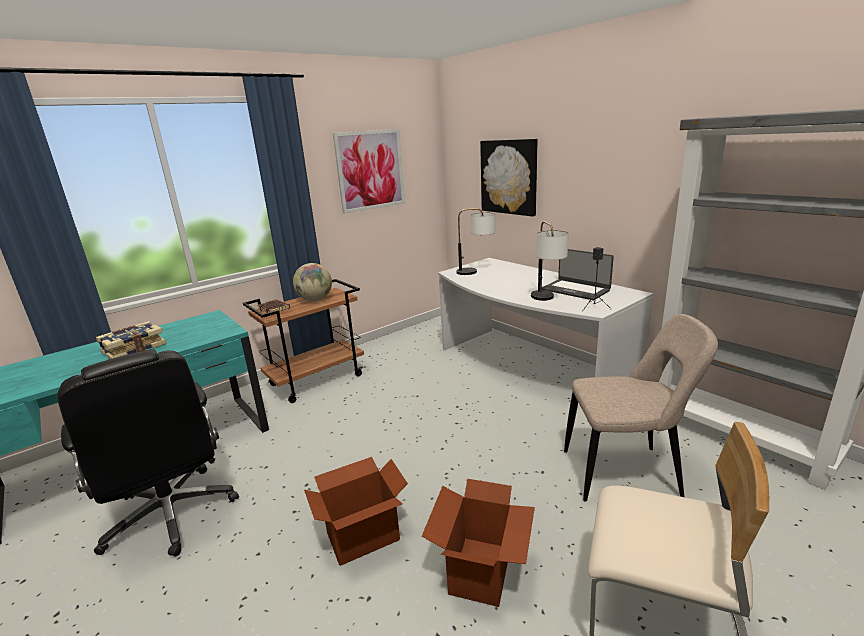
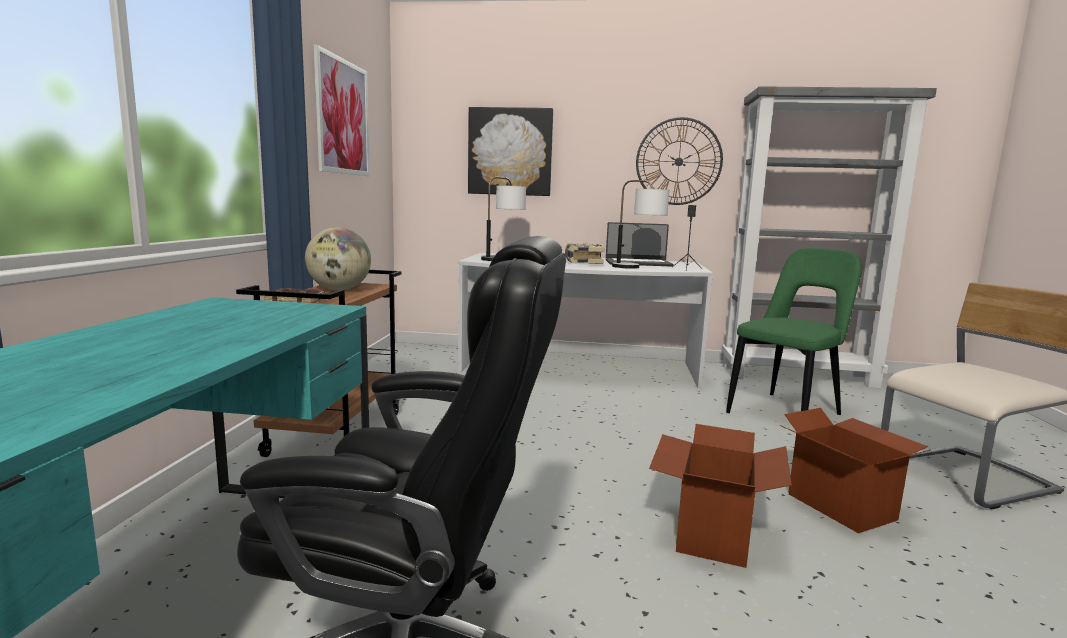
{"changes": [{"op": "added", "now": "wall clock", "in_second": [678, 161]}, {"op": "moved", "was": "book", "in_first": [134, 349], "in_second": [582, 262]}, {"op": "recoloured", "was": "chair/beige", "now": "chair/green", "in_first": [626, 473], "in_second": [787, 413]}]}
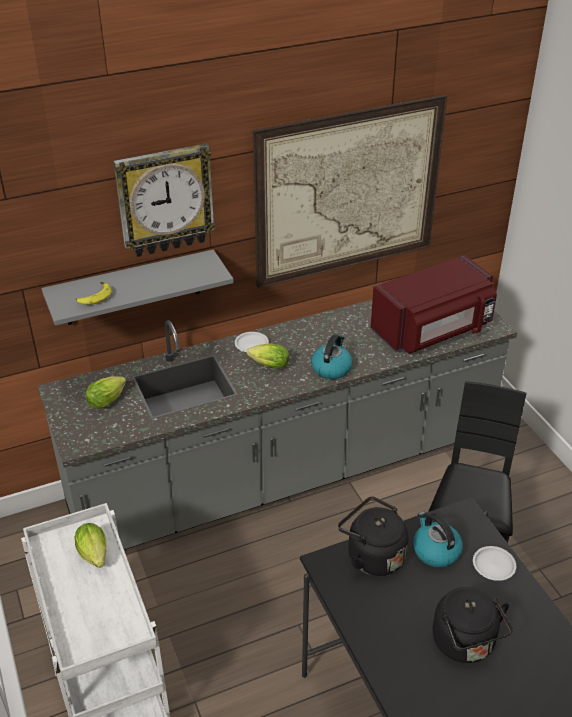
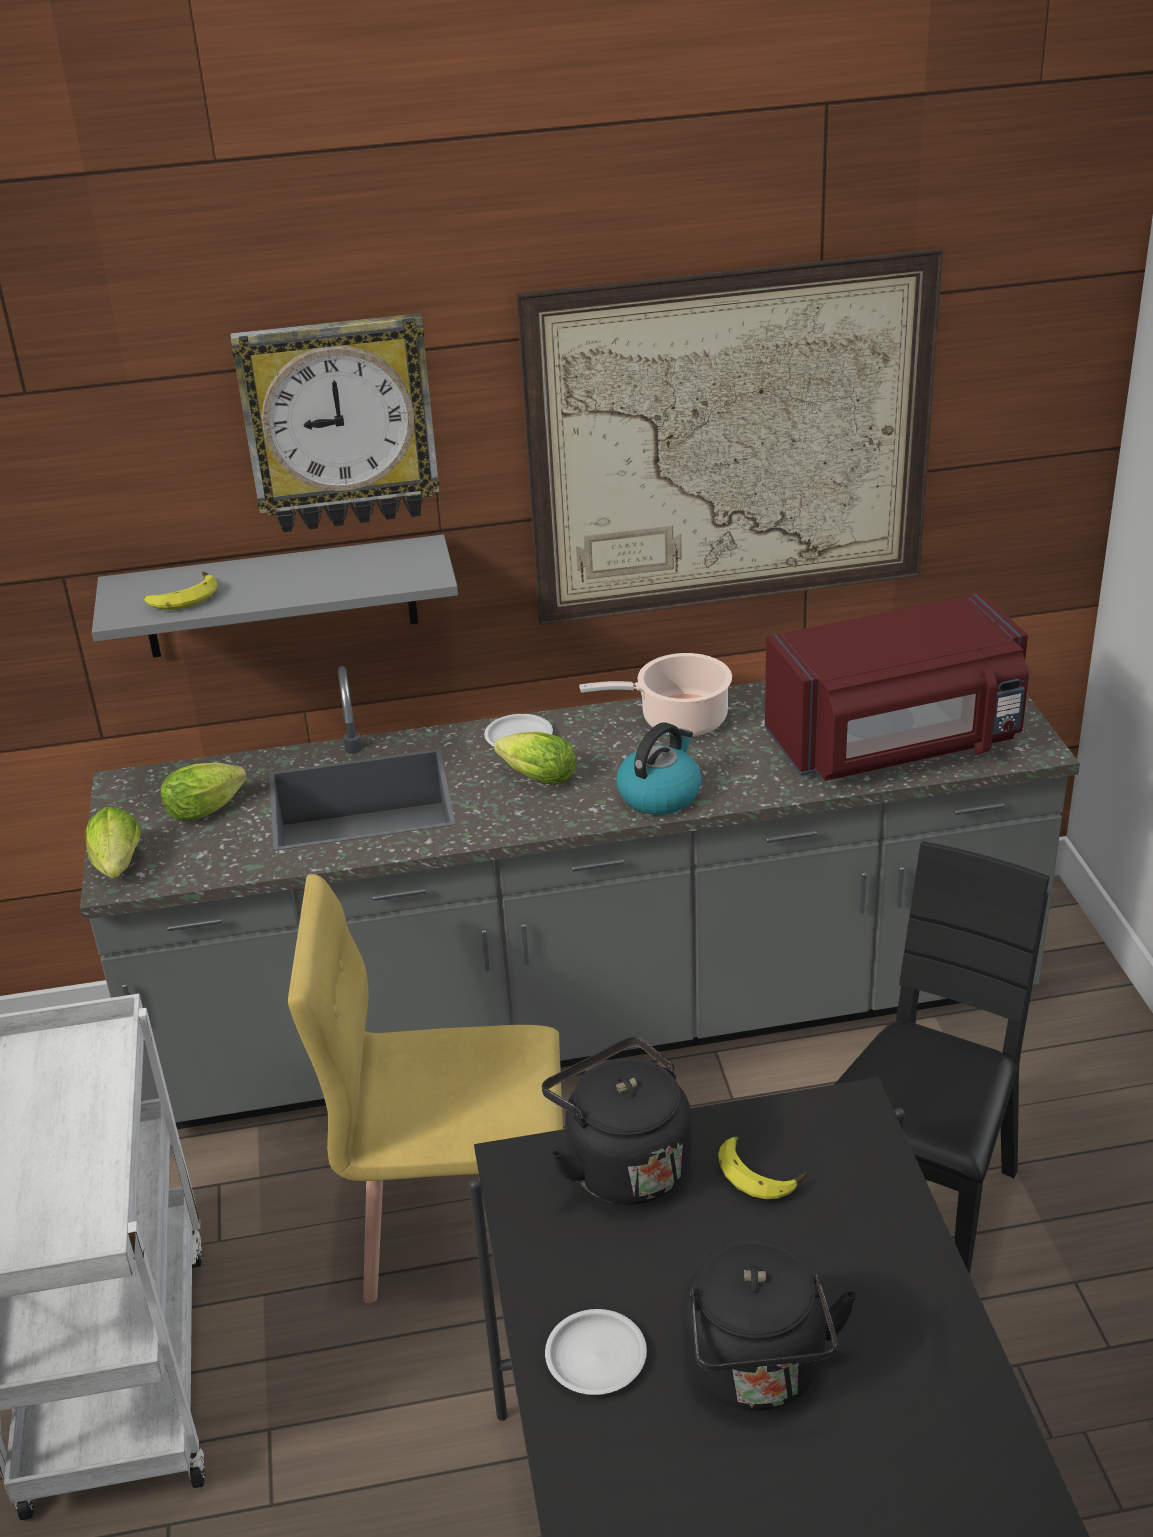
{"changes": [{"op": "added", "now": "chair/yellow", "in_second": [458, 1223]}, {"op": "added", "now": "cooking pot", "in_second": [678, 720]}, {"op": "moved", "was": "lettuce", "in_first": [95, 556], "in_second": [118, 868]}, {"op": "moved", "was": "plate/white", "in_first": [494, 565], "in_second": [597, 1357]}, {"op": "replaced", "was": "kettle", "now": "banana", "in_first": [435, 551], "in_second": [760, 1173]}]}
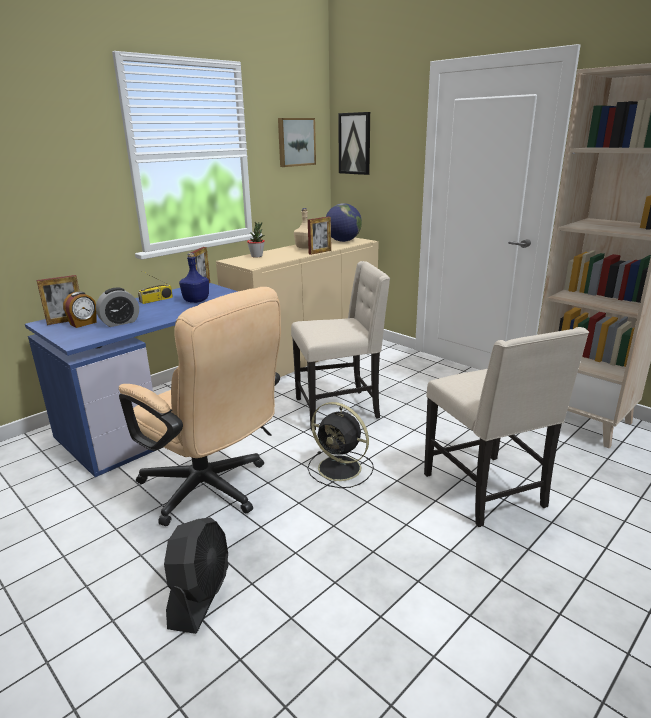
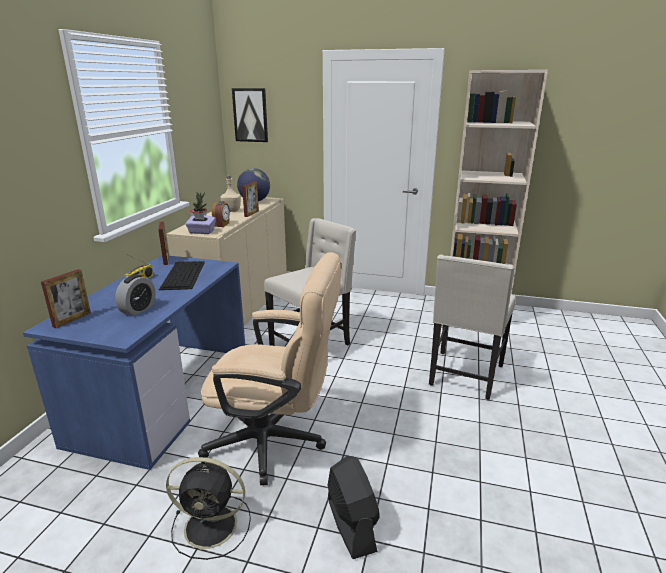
{"changes": [{"op": "removed", "was": "picture", "in_first": [295, 142]}, {"op": "added", "now": "tissue box/purple", "in_second": [201, 232]}, {"op": "moved", "was": "alarm clock", "in_first": [83, 323], "in_second": [222, 224]}, {"op": "moved", "was": "fan/black", "in_first": [341, 469], "in_second": [213, 526]}, {"op": "replaced", "was": "bottle/blue", "now": "keyboard", "in_first": [196, 300], "in_second": [183, 274]}, {"op": "turned", "was": "chair/beige", "in_first": [487, 491], "in_second": [464, 376], "clockwise": 75}]}
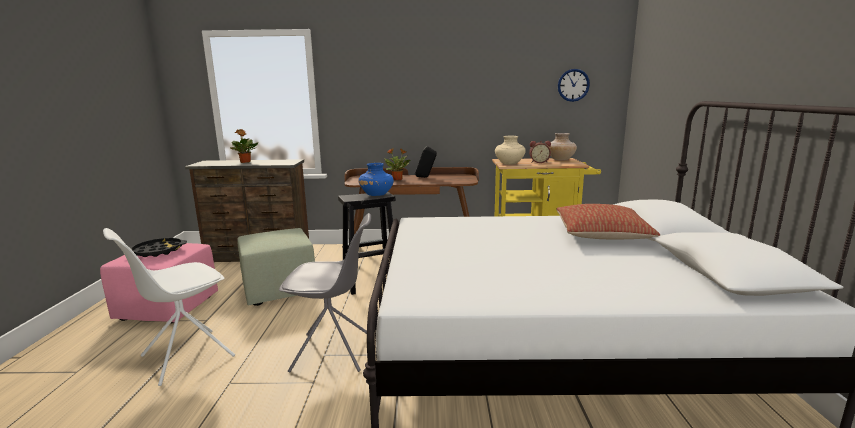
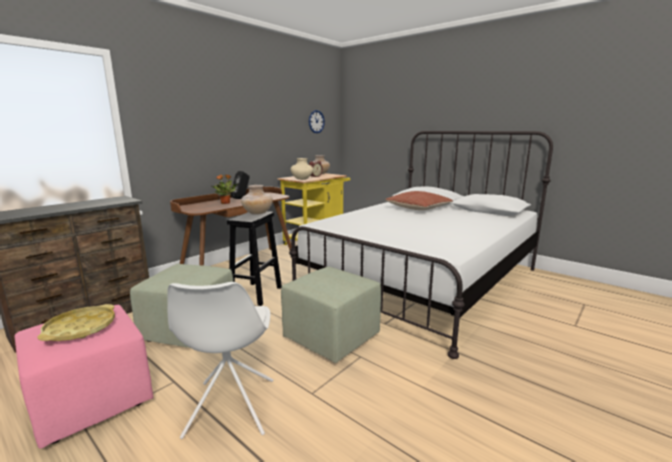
{"changes": [{"op": "removed", "was": "potted plant", "in_first": [245, 162]}, {"op": "replaced", "was": "chair/grey", "now": "ottoman/green", "in_first": [333, 352], "in_second": [332, 338]}, {"op": "recoloured", "was": "tray/black", "now": "tray/yellow", "in_first": [158, 251], "in_second": [80, 328]}, {"op": "recoloured", "was": "vase/blue", "now": "vase/beige", "in_first": [376, 195], "in_second": [257, 213]}]}
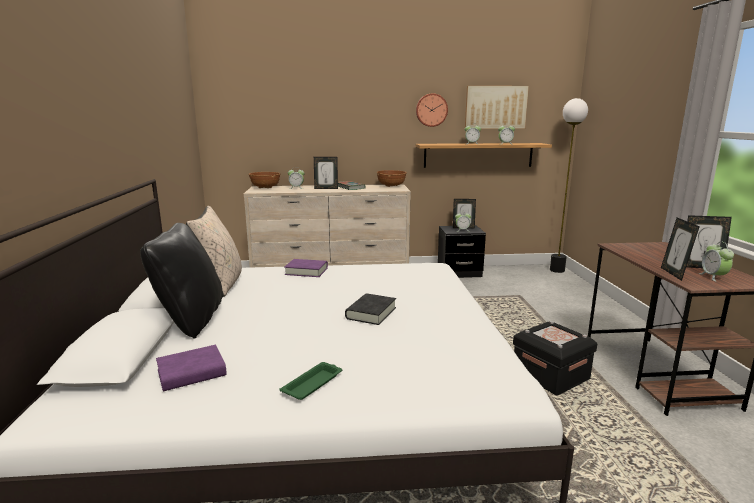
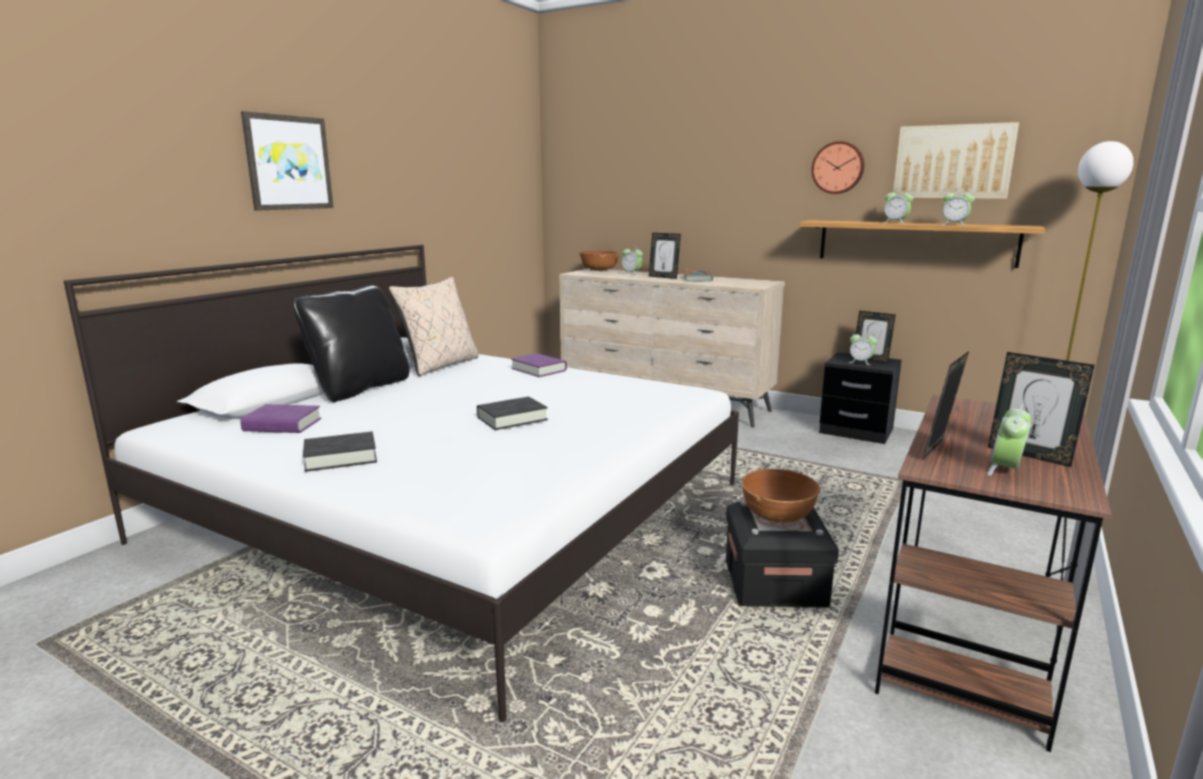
{"changes": [{"op": "added", "now": "picture", "in_second": [288, 163]}, {"op": "moved", "was": "bowl/brown", "in_first": [391, 186], "in_second": [778, 516]}, {"op": "replaced", "was": "tray/green", "now": "book/black", "in_first": [313, 384], "in_second": [341, 457]}]}
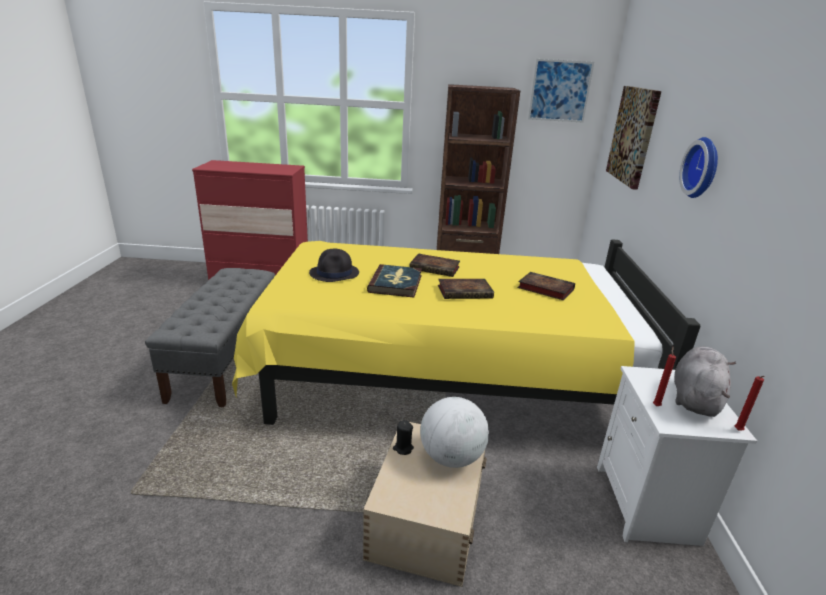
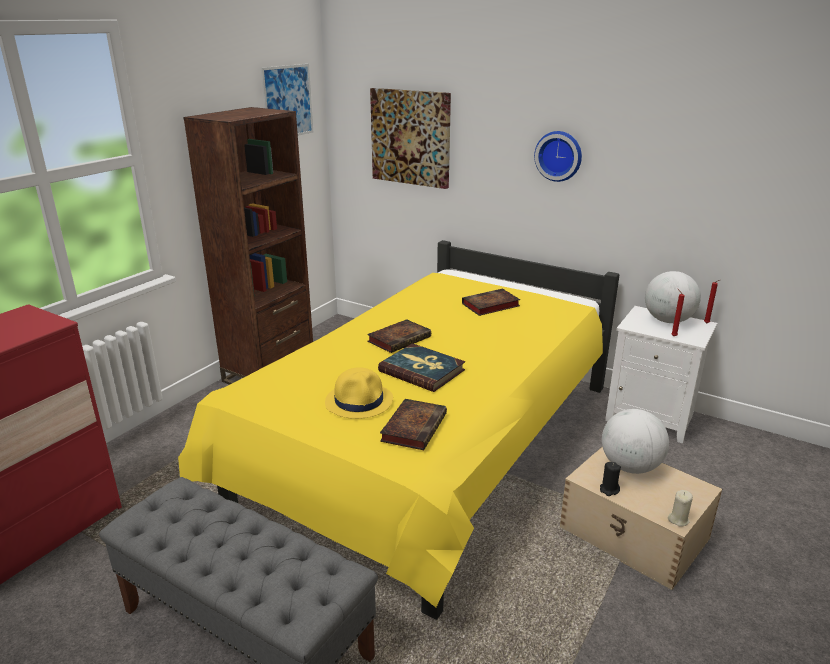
{"changes": [{"op": "added", "now": "candle/beige", "in_second": [678, 519]}, {"op": "moved", "was": "book", "in_first": [466, 292], "in_second": [414, 427]}, {"op": "replaced", "was": "plush toy/grey", "now": "globe", "in_first": [695, 398], "in_second": [667, 320]}, {"op": "recoloured", "was": "hat/black", "now": "hat/yellow", "in_first": [334, 273], "in_second": [359, 401]}]}
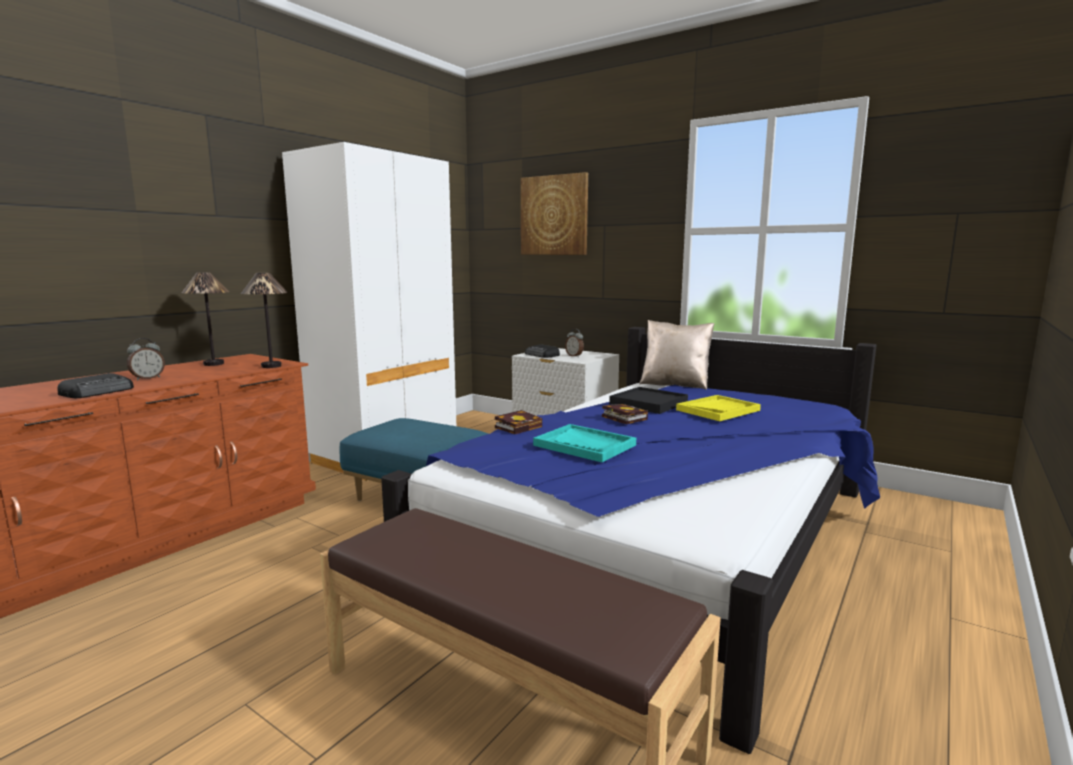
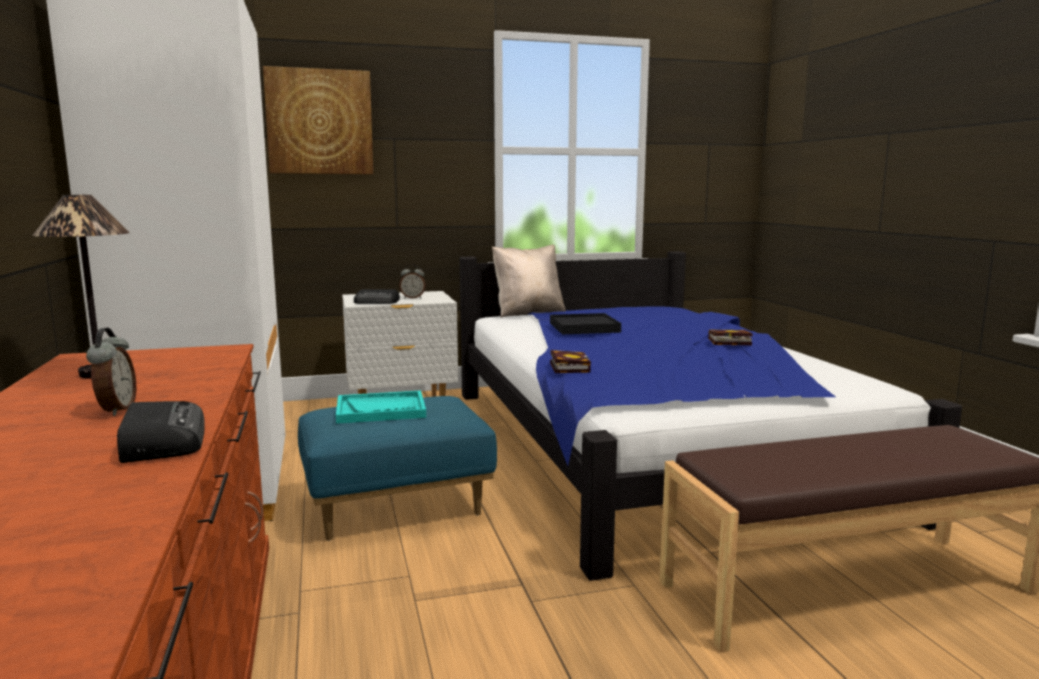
{"changes": [{"op": "removed", "was": "table lamp", "in_first": [272, 366]}, {"op": "removed", "was": "tray/yellow", "in_first": [718, 410]}, {"op": "moved", "was": "tray/turquoise", "in_first": [585, 445], "in_second": [381, 410]}, {"op": "moved", "was": "book", "in_first": [622, 417], "in_second": [727, 342]}]}
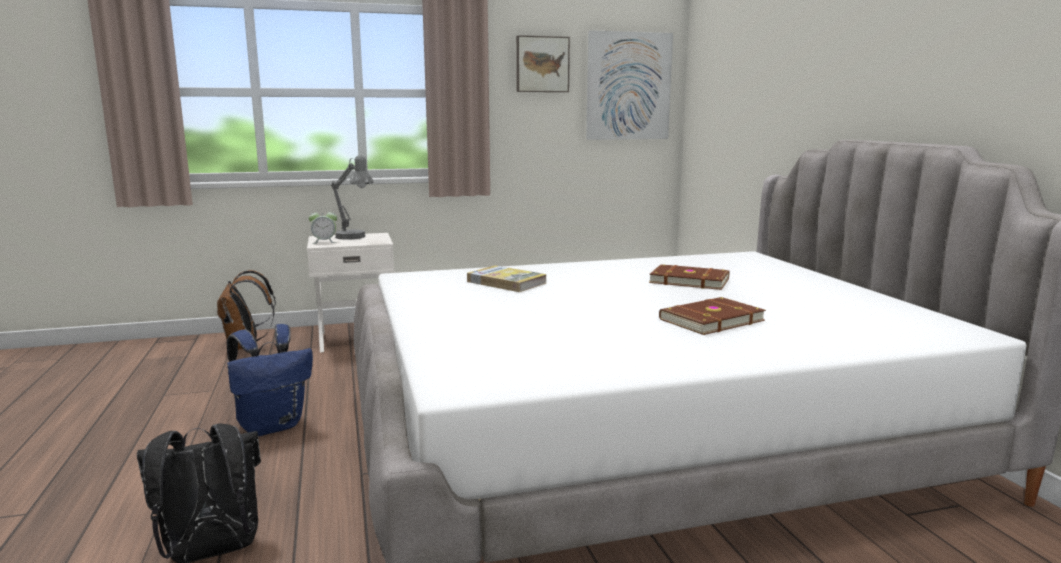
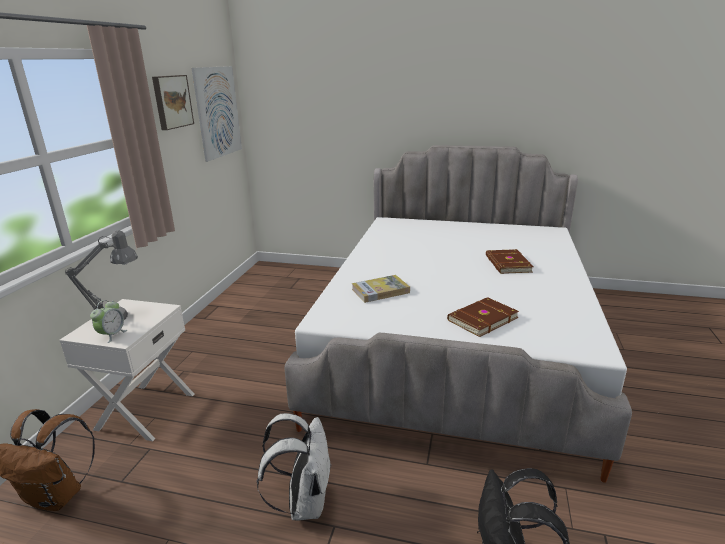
{"changes": [{"op": "moved", "was": "book/brown", "in_first": [689, 280], "in_second": [481, 319]}, {"op": "recoloured", "was": "backpack/blue", "now": "backpack/white", "in_first": [272, 426], "in_second": [304, 502]}]}
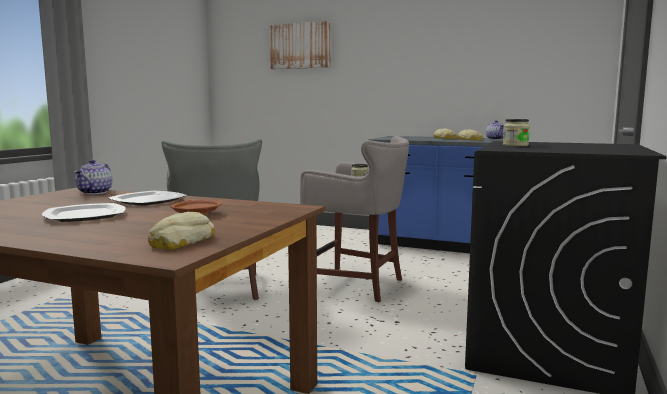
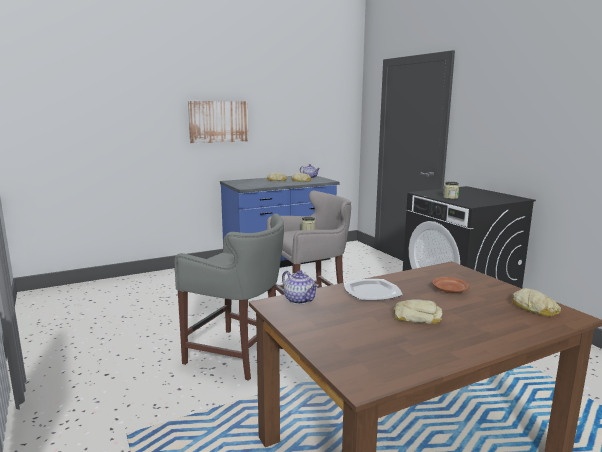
{"changes": [{"op": "moved", "was": "picture", "in_first": [300, 46], "in_second": [218, 121]}, {"op": "replaced", "was": "plate", "now": "bread", "in_first": [86, 215], "in_second": [416, 317]}]}
